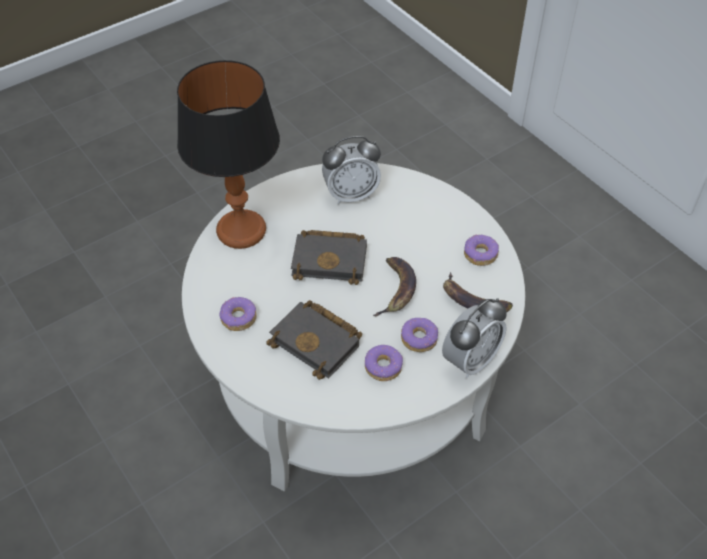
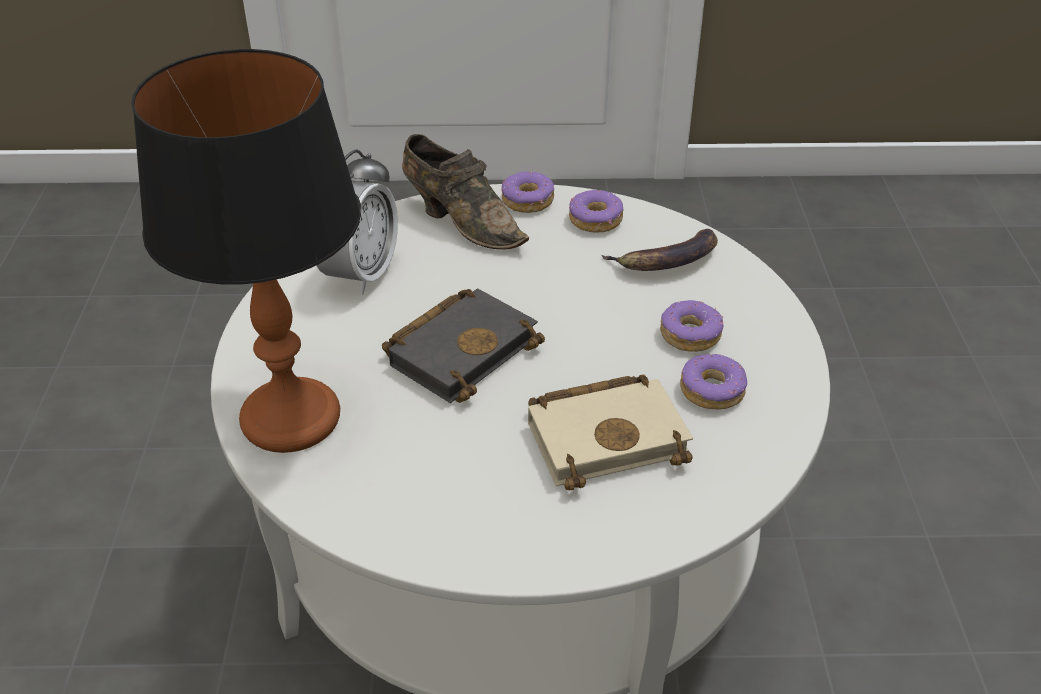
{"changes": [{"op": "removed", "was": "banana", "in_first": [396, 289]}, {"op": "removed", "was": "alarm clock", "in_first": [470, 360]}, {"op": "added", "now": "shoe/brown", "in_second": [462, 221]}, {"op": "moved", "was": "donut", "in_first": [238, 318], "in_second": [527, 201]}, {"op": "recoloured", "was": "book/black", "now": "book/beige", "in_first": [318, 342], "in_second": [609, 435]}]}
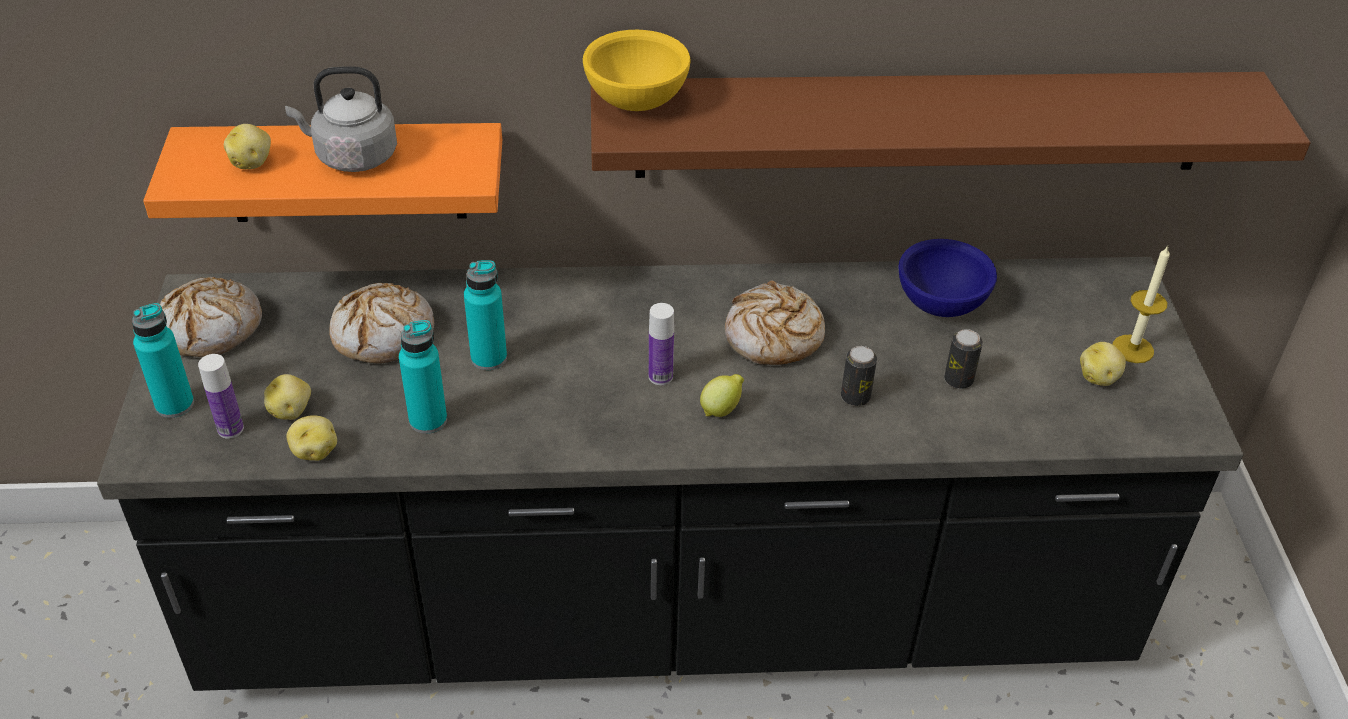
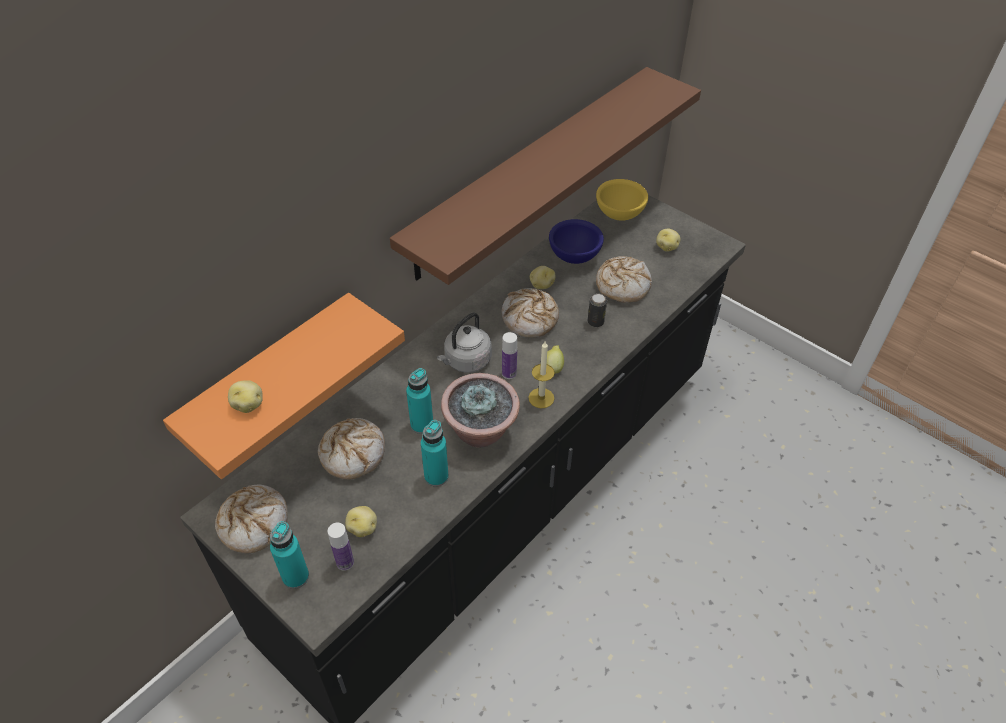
{"changes": [{"op": "added", "now": "potted plant", "in_second": [481, 431]}, {"op": "moved", "was": "kettle/grey", "in_first": [352, 157], "in_second": [466, 361]}, {"op": "moved", "was": "potato", "in_first": [315, 451], "in_second": [541, 285]}, {"op": "moved", "was": "bowl/yellow", "in_first": [634, 101], "in_second": [619, 214]}, {"op": "moved", "was": "candle", "in_first": [1133, 349], "in_second": [541, 398]}, {"op": "replaced", "was": "can", "now": "bread", "in_first": [958, 380], "in_second": [622, 285]}]}
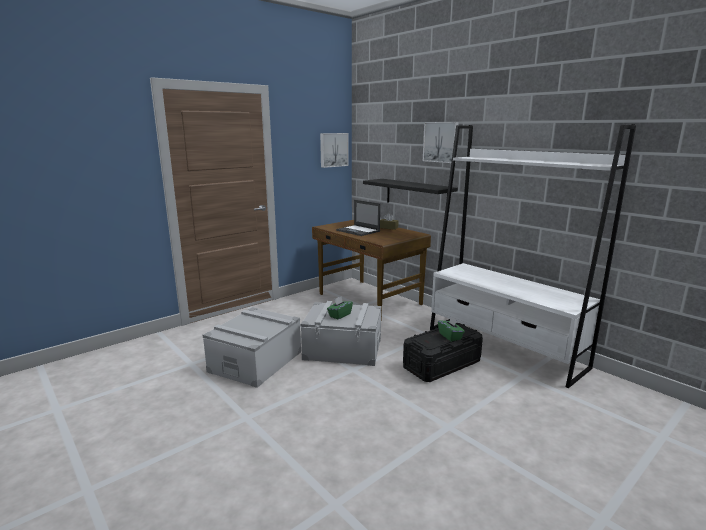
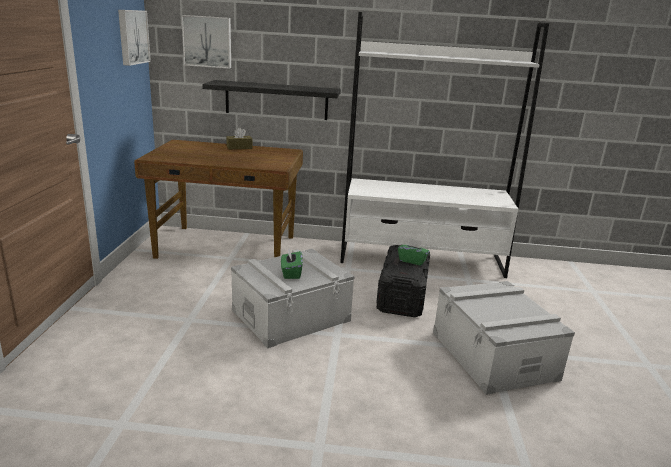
{"changes": [{"op": "removed", "was": "laptop", "in_first": [358, 231]}, {"op": "moved", "was": "storage box/grey", "in_first": [256, 362], "in_second": [493, 355]}, {"op": "moved", "was": "picture", "in_first": [441, 142], "in_second": [207, 41]}]}
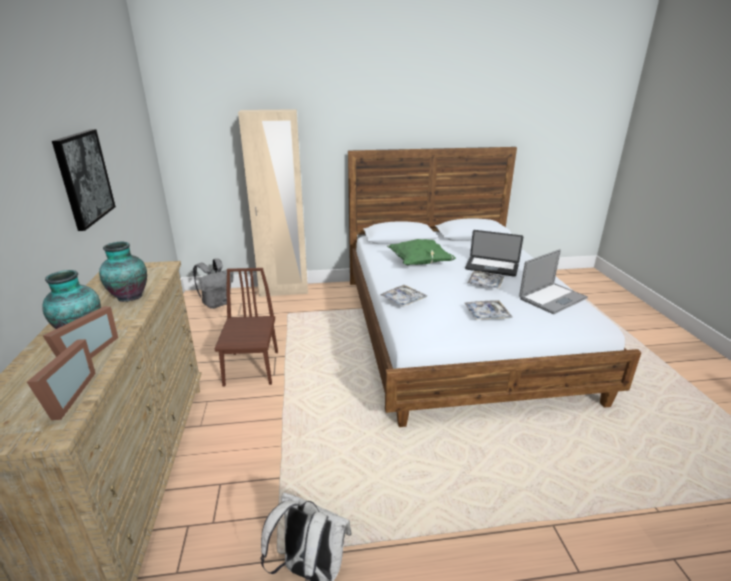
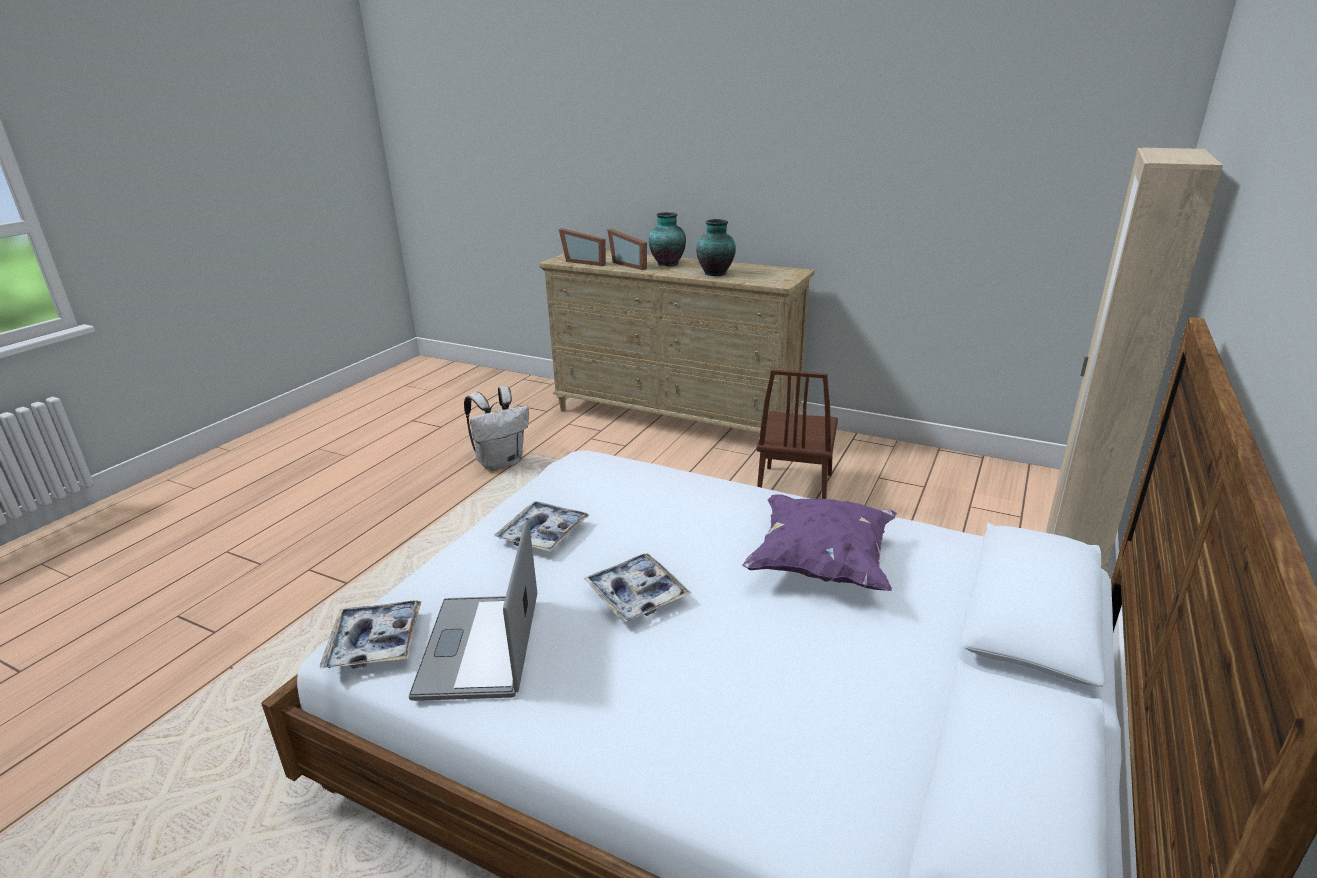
{"changes": [{"op": "removed", "was": "picture", "in_first": [84, 178]}, {"op": "removed", "was": "backpack/grey", "in_first": [217, 303]}, {"op": "removed", "was": "laptop", "in_first": [491, 267]}, {"op": "moved", "was": "tray", "in_first": [403, 300], "in_second": [375, 642]}, {"op": "recoloured", "was": "pillow/green", "now": "pillow/purple", "in_first": [419, 263], "in_second": [821, 564]}, {"op": "turned", "was": "chair/brown", "in_first": [251, 368], "in_second": [794, 489], "clockwise": 75}]}
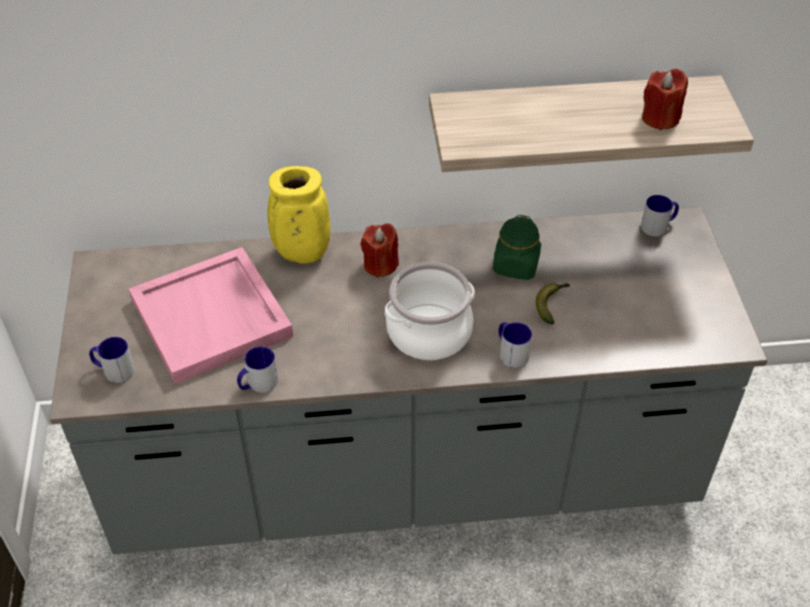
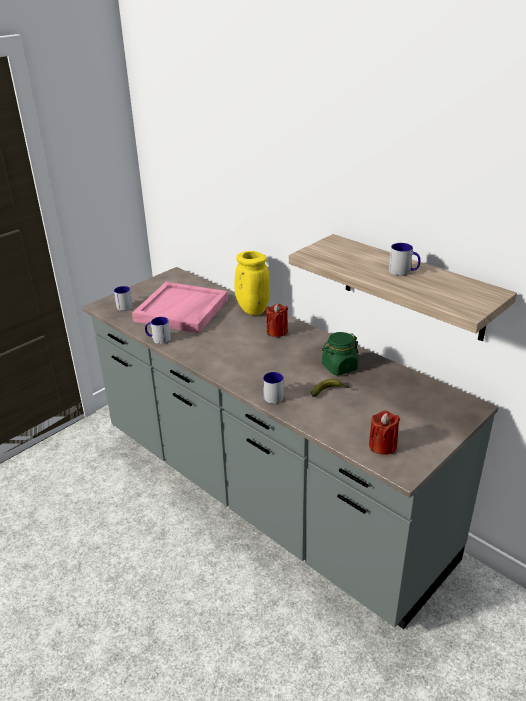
{"changes": [{"op": "removed", "was": "cooking pot", "in_first": [428, 331]}, {"op": "moved", "was": "mug", "in_first": [658, 226], "in_second": [403, 271]}, {"op": "moved", "was": "candle/red", "in_first": [660, 118], "in_second": [382, 446]}]}
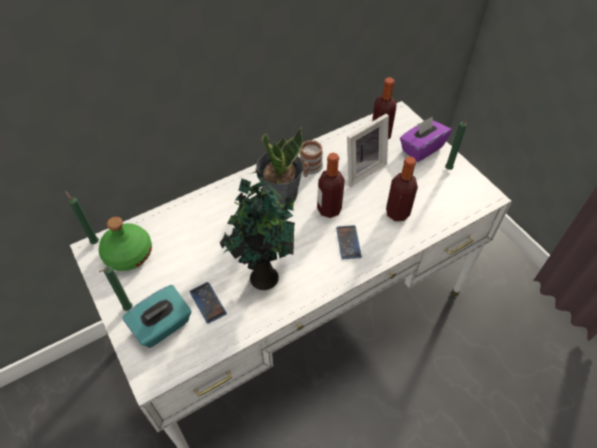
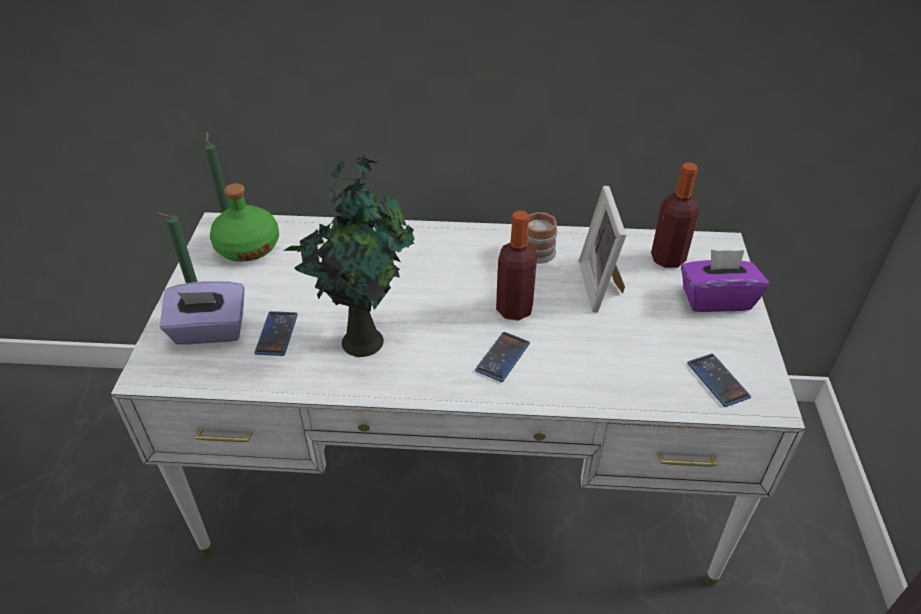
{"changes": [{"op": "removed", "was": "potted plant", "in_first": [280, 194]}, {"op": "removed", "was": "bottle", "in_first": [397, 213]}, {"op": "removed", "was": "candle/green", "in_first": [448, 170]}, {"op": "added", "now": "phone", "in_second": [718, 380]}, {"op": "recoloured", "was": "tissue box/turquoise", "now": "tissue box/purple", "in_first": [162, 326], "in_second": [210, 331]}, {"op": "turned", "was": "picture frame", "in_first": [361, 169], "in_second": [602, 285], "clockwise": 90}]}
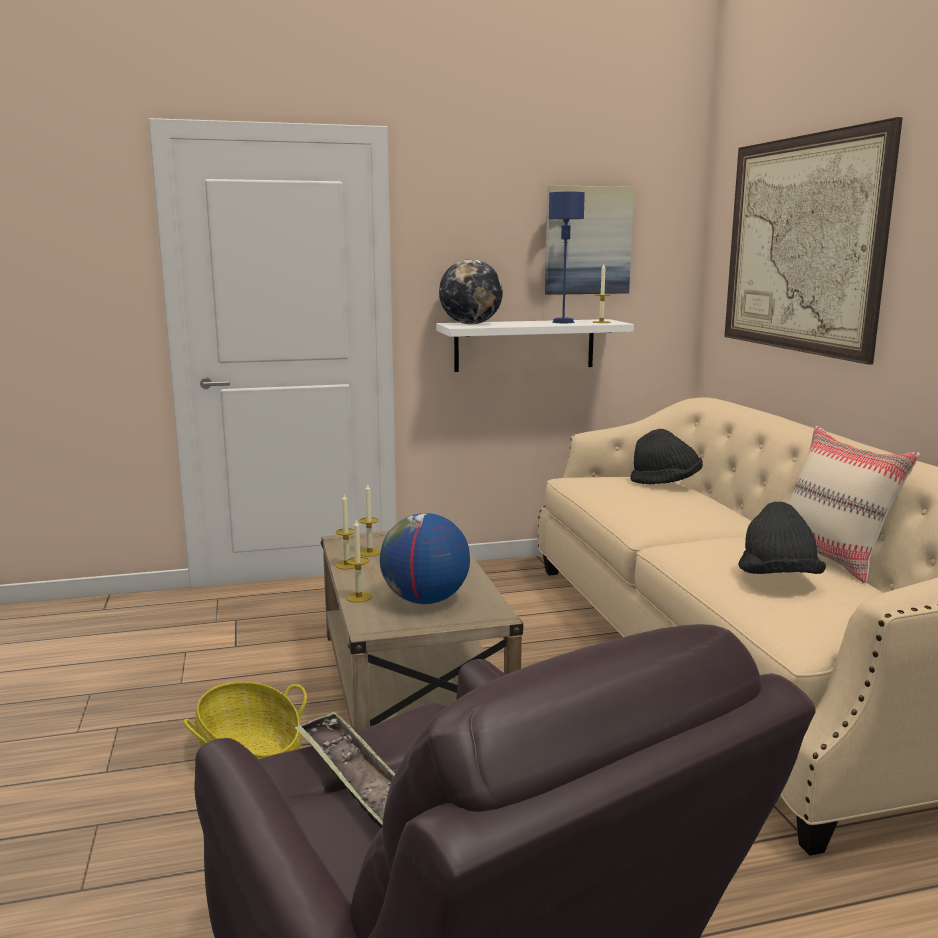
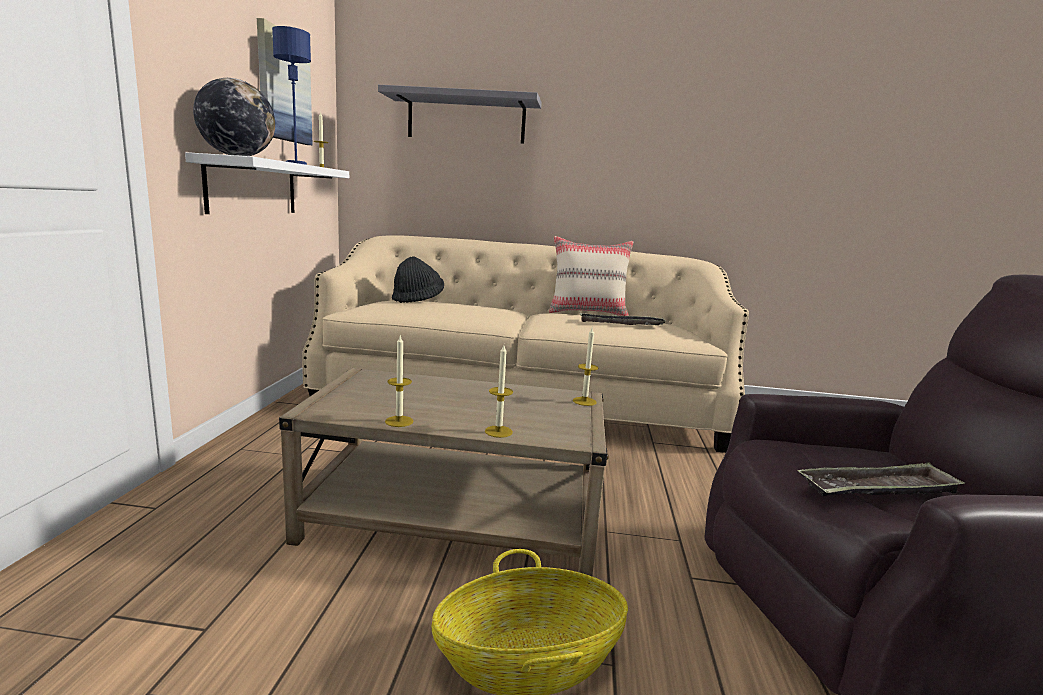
{"changes": [{"op": "removed", "was": "globe", "in_first": [425, 600]}, {"op": "moved", "was": "candle", "in_first": [369, 552], "in_second": [584, 401]}, {"op": "replaced", "was": "picture", "now": "shelf/grey", "in_first": [801, 245], "in_second": [466, 119]}, {"op": "replaced", "was": "hat/black", "now": "tray", "in_first": [777, 579], "in_second": [621, 324]}]}
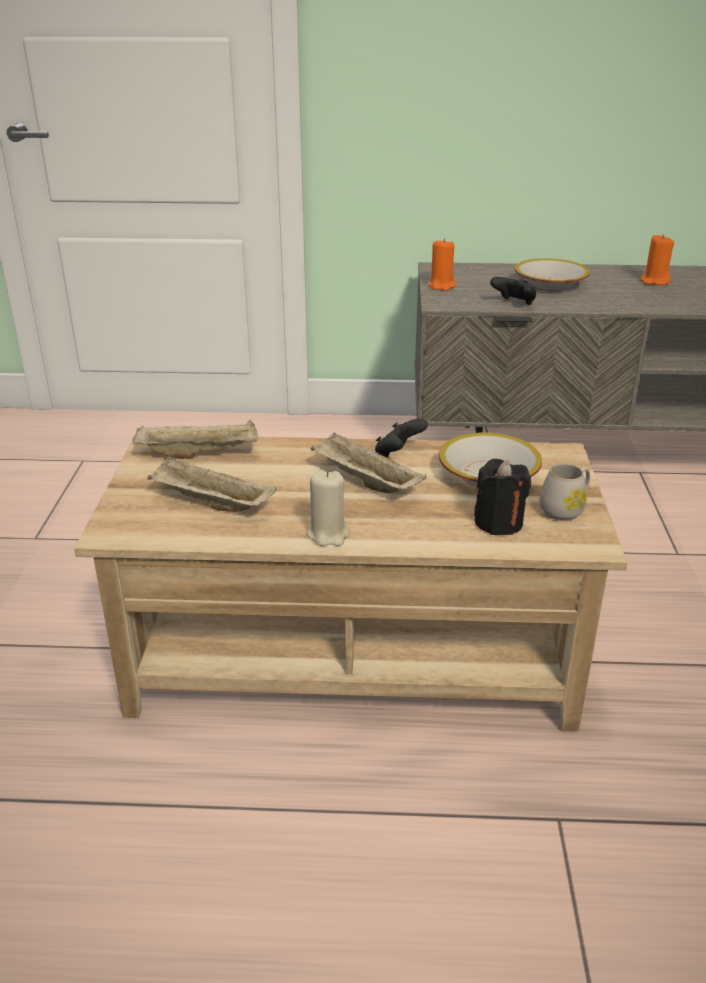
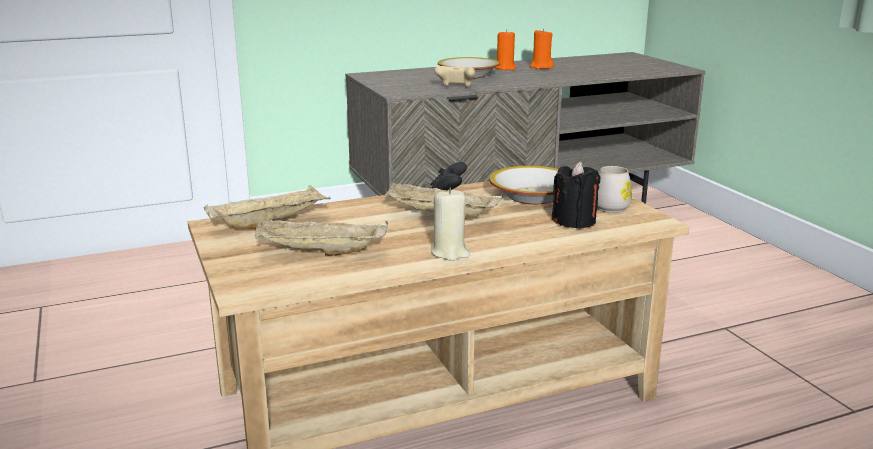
{"changes": [{"op": "moved", "was": "candle/orange", "in_first": [442, 286], "in_second": [505, 68]}, {"op": "recoloured", "was": "game controller/black", "now": "game controller/beige", "in_first": [514, 304], "in_second": [456, 87]}]}
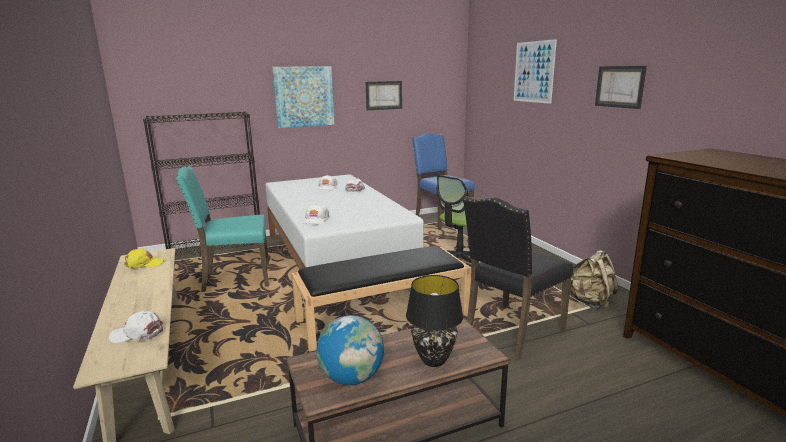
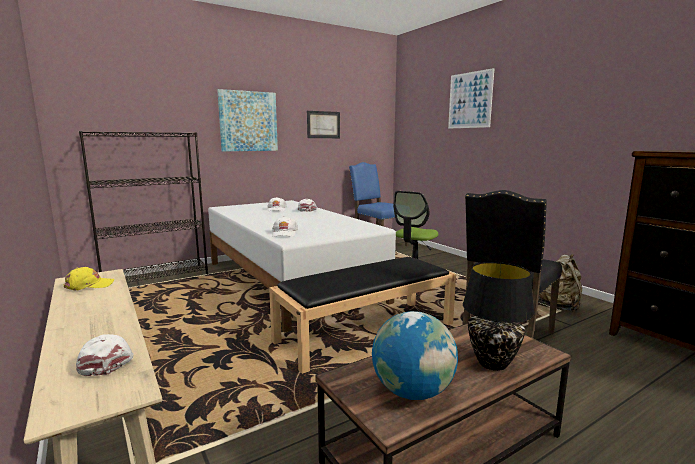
{"changes": [{"op": "removed", "was": "chair/turquoise", "in_first": [235, 279]}, {"op": "removed", "was": "picture", "in_first": [619, 86]}, {"op": "turned", "was": "cap/white", "in_first": [137, 333], "in_second": [105, 361], "clockwise": 75}]}
